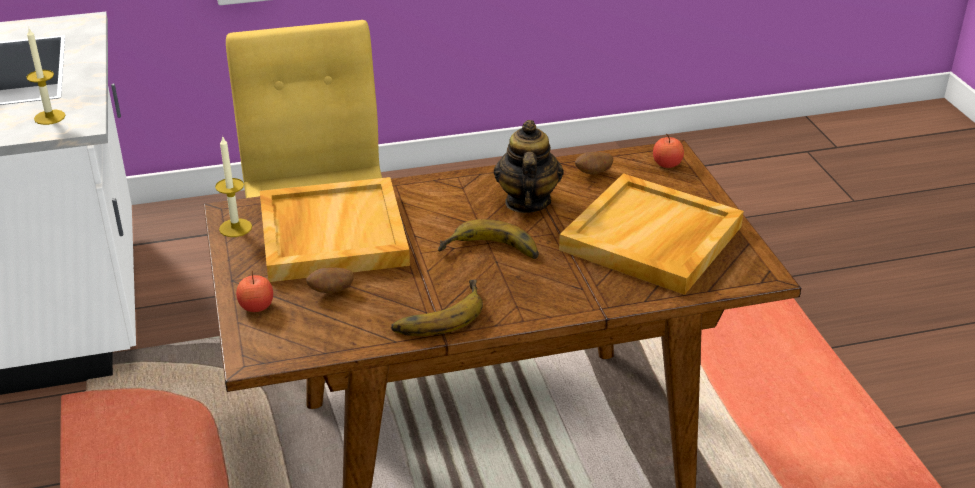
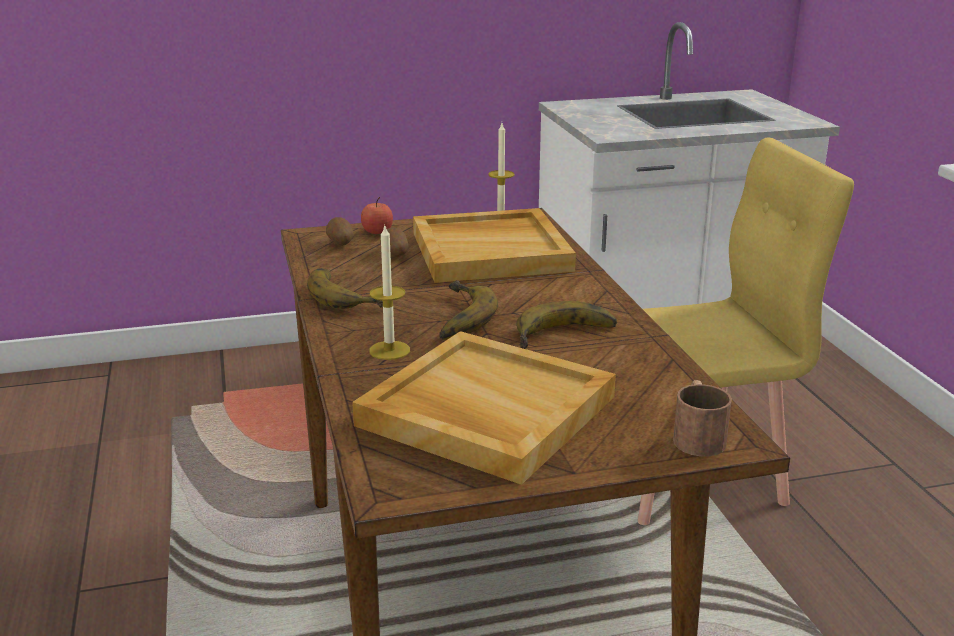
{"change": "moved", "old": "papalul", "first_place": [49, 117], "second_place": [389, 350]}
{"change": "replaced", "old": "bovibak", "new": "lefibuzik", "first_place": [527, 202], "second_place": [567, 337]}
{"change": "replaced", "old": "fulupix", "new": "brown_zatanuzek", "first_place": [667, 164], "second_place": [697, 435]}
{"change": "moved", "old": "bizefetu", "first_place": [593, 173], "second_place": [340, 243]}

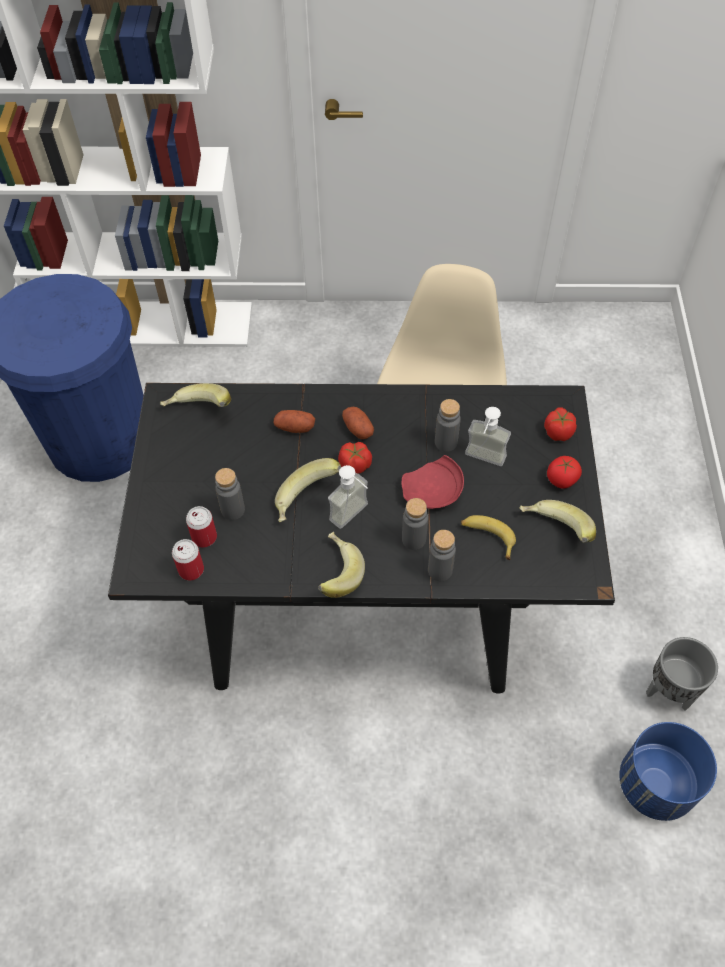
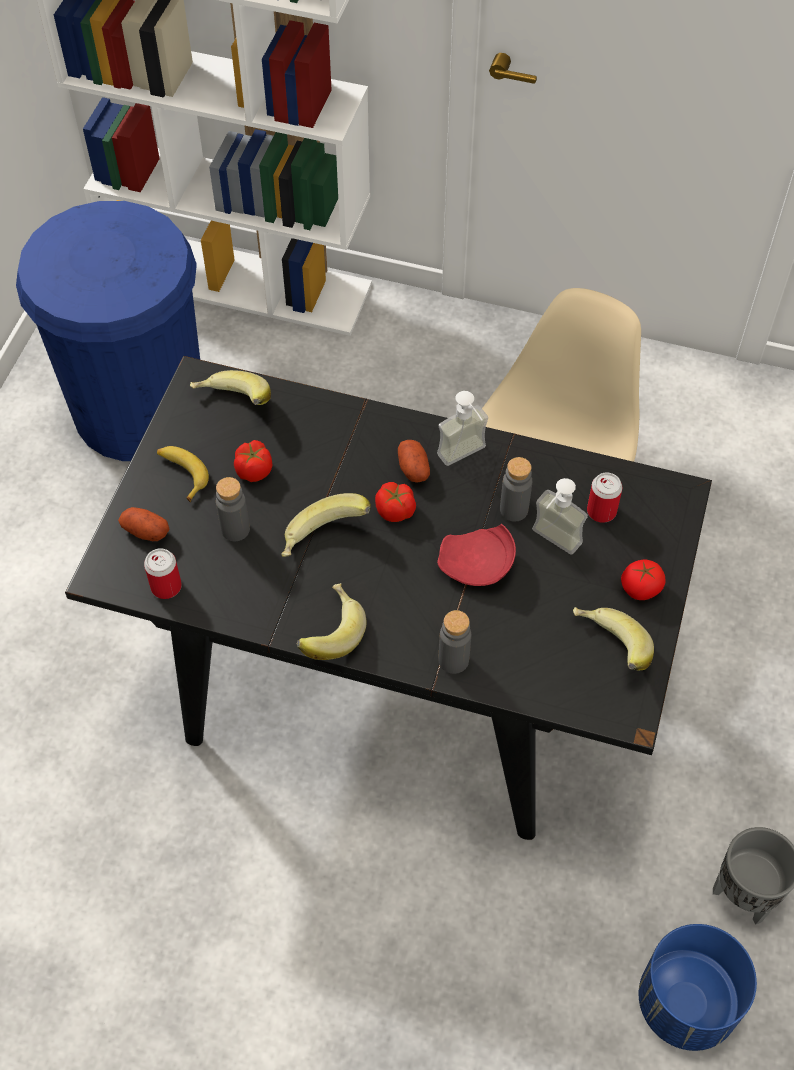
{"change": "moved", "old": "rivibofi", "first_place": [558, 432], "second_place": [254, 470]}
{"change": "moved", "old": "bizefetu", "first_place": [294, 427], "second_place": [145, 531]}
{"change": "moved", "old": "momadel", "first_place": [355, 517], "second_place": [467, 458]}
{"change": "removed", "old": "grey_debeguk", "first_place": [413, 539]}
{"change": "moved", "old": "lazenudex", "first_place": [204, 537], "second_place": [601, 511]}
{"change": "moved", "old": "lefibuzik", "first_place": [487, 537], "second_place": [182, 474]}

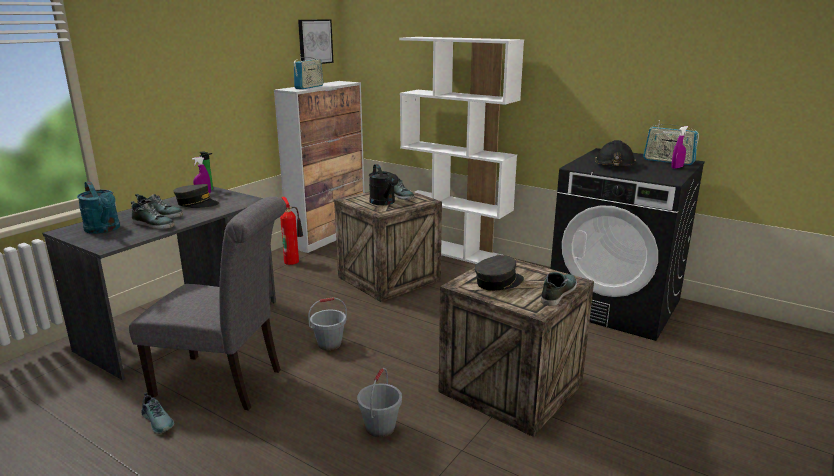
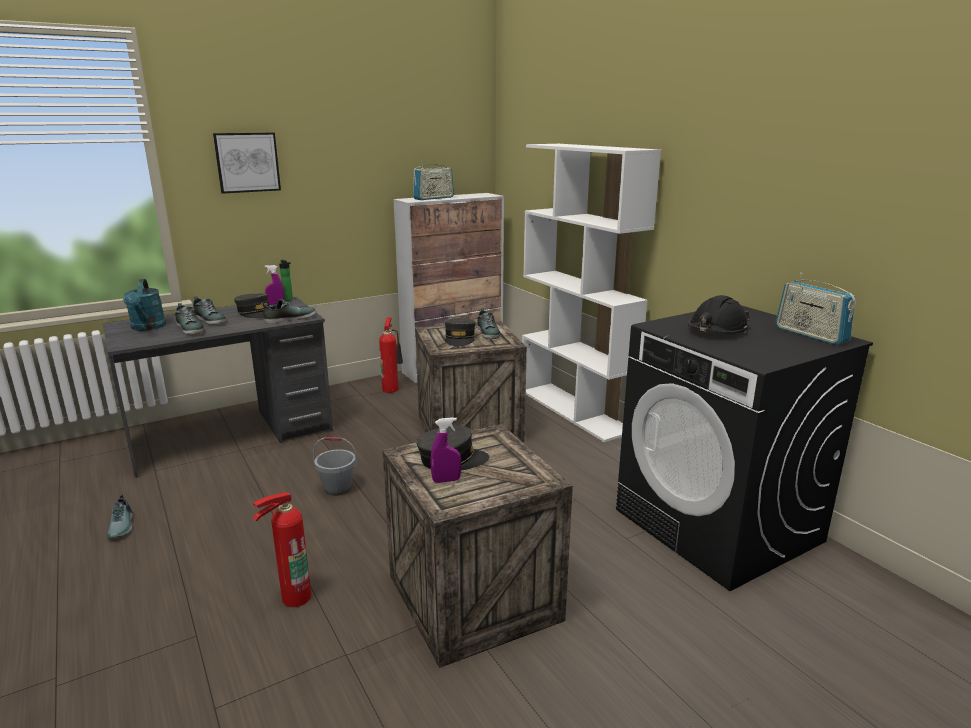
{"change": "moved", "old": "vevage", "first_place": [315, 42], "second_place": [247, 162]}
{"change": "moved", "old": "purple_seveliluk", "first_place": [677, 167], "second_place": [446, 480]}
{"change": "replaced", "old": "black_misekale", "new": "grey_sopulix", "first_place": [384, 203], "second_place": [460, 339]}
{"change": "removed", "old": "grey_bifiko", "first_place": [225, 383]}
{"change": "moved", "old": "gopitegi", "first_place": [557, 293], "second_place": [290, 318]}
{"change": "replaced", "old": "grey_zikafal", "new": "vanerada", "first_place": [380, 427], "second_place": [293, 597]}

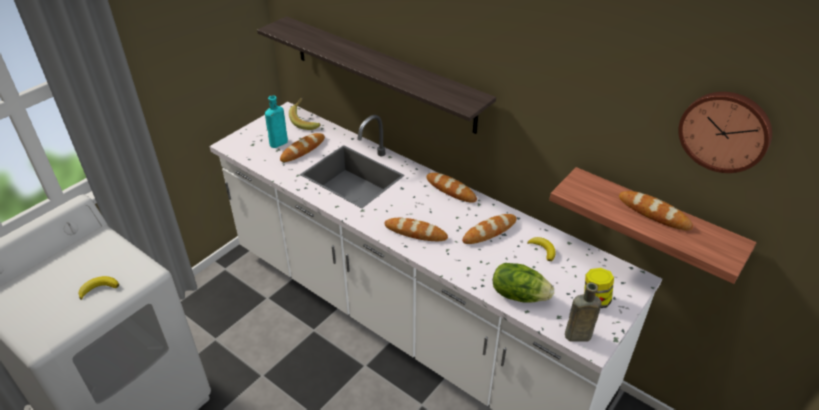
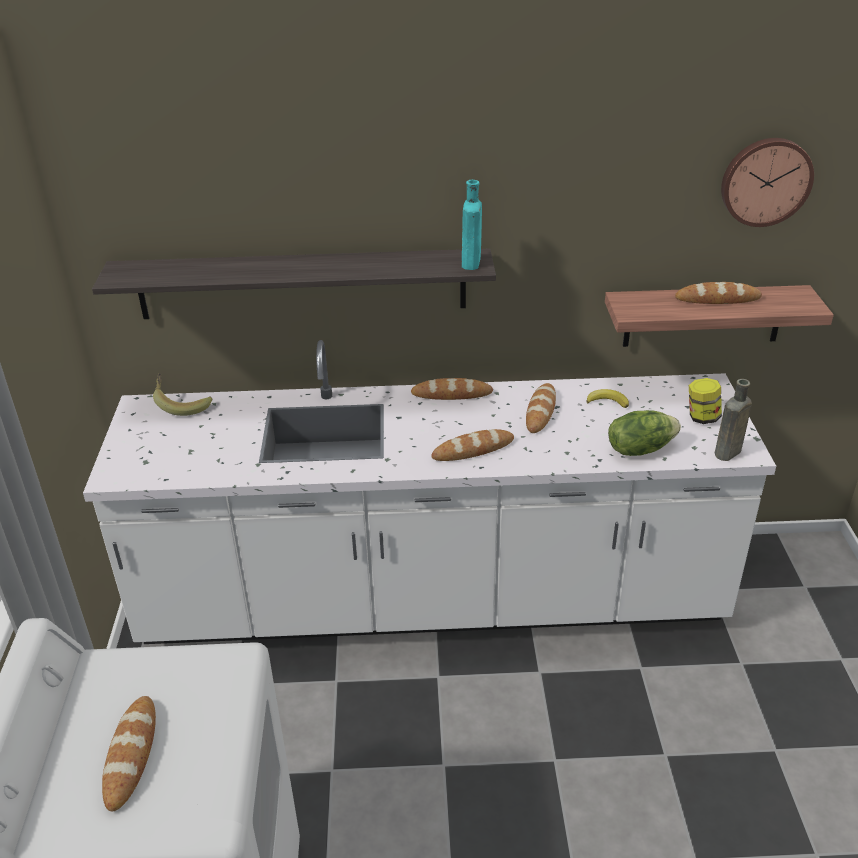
{"change": "moved", "old": "turquoise_debeguk", "first_place": [277, 143], "second_place": [471, 264]}
{"change": "moved", "old": "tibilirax", "first_place": [303, 150], "second_place": [131, 754]}
{"change": "removed", "old": "lefibuzik", "first_place": [99, 288]}

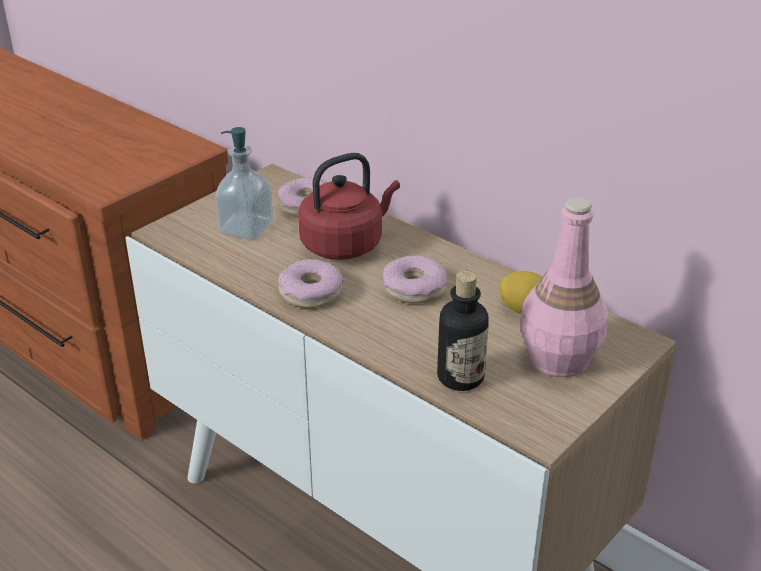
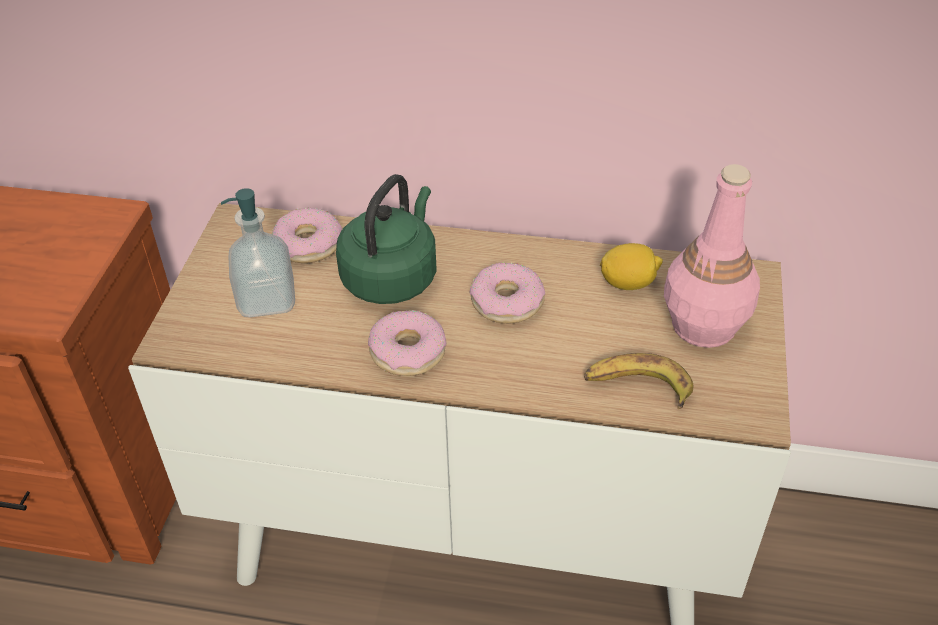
{"change": "recoloured", "old": "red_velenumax", "new": "green_velenumax", "first_place": [345, 244], "second_place": [392, 277]}
{"change": "replaced", "old": "debeguk", "new": "lefibuzik", "first_place": [460, 377], "second_place": [637, 387]}

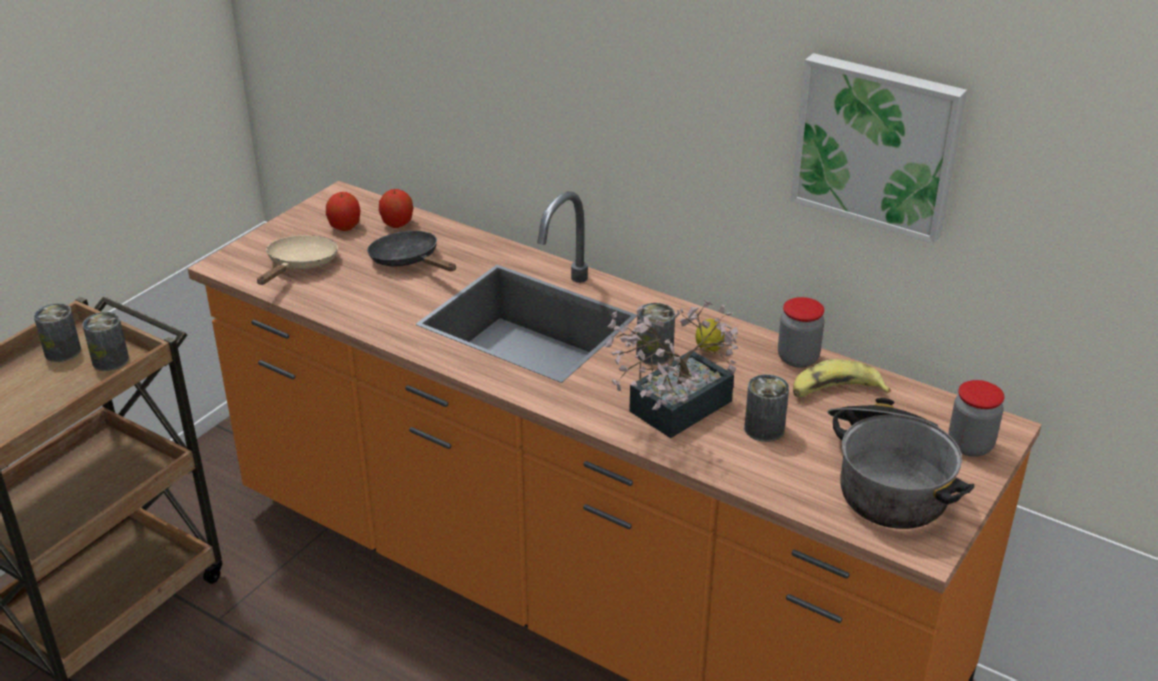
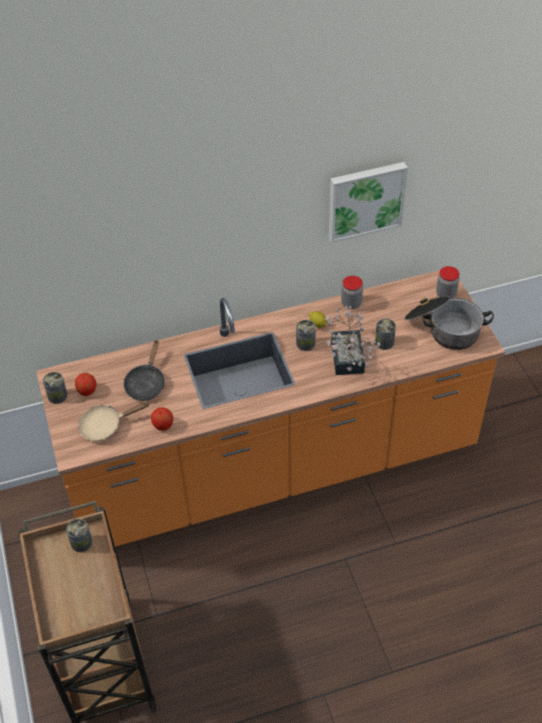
{"change": "moved", "old": "fulupix", "first_place": [397, 224], "second_place": [163, 425]}
{"change": "turned", "old": "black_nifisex", "first_place": [409, 261], "second_place": [146, 383], "degrees": -75}
{"change": "turned", "old": "beige_nifisex", "first_place": [300, 265], "second_place": [105, 426], "degrees": -75}
{"change": "moved", "old": "lazenudex", "first_place": [62, 351], "second_place": [57, 396]}
{"change": "removed", "old": "lefibuzik", "first_place": [835, 391]}

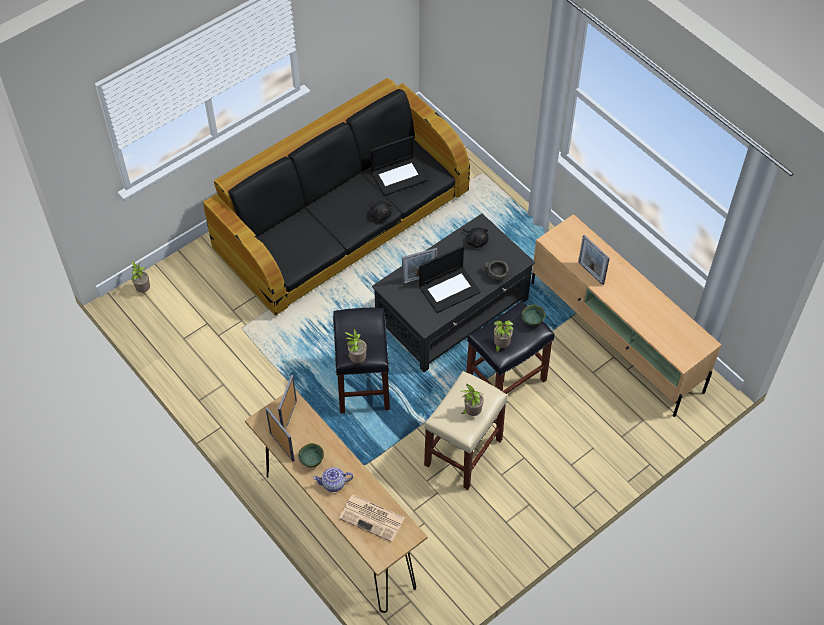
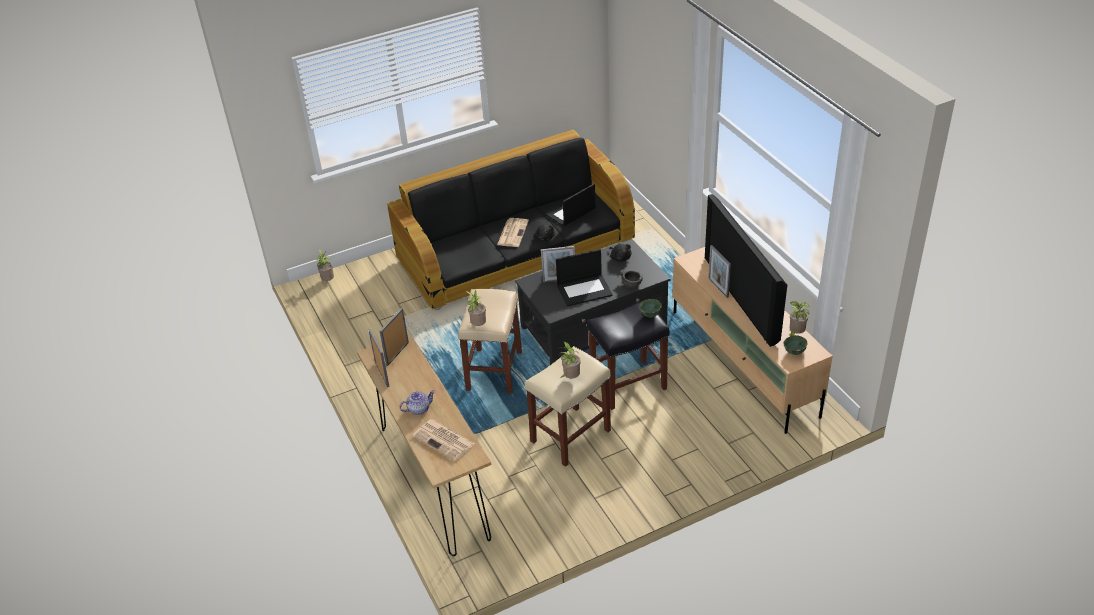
{"change": "turned", "old": "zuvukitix", "first_place": [399, 176], "second_place": [570, 212], "degrees": 150}
{"change": "recoloured", "old": "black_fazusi", "new": "beige_fazusi", "first_place": [363, 384], "second_place": [494, 372]}
{"change": "moved", "old": "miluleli", "first_place": [500, 345], "second_place": [795, 334]}
{"change": "moved", "old": "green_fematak", "first_place": [312, 461], "second_place": [794, 352]}
{"change": "turned", "old": "bovibak", "first_place": [334, 484], "second_place": [418, 409], "degrees": 150}
{"change": "added", "new": "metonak", "second_place": [744, 298]}
{"change": "added", "new": "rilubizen", "second_place": [512, 232]}

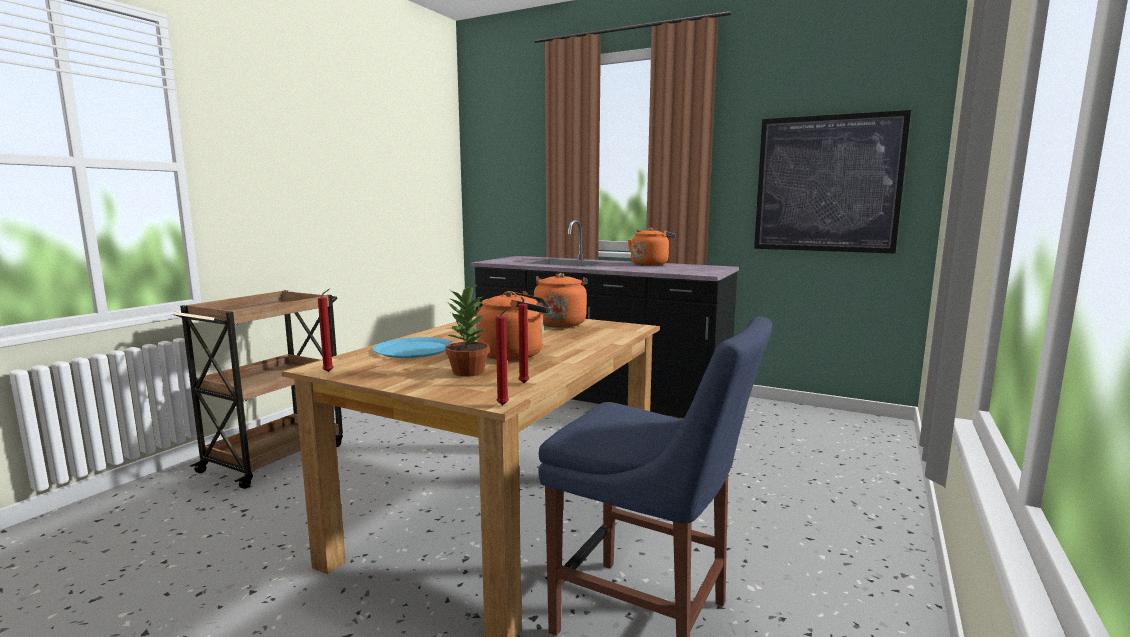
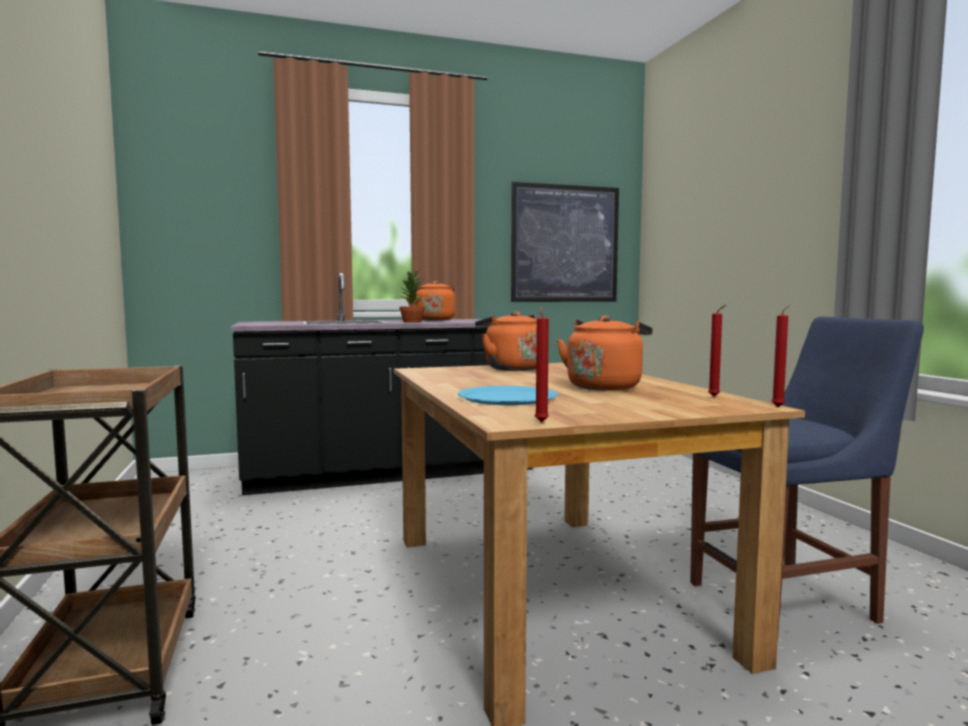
{"change": "moved", "old": "miluleli", "first_place": [467, 372], "second_place": [412, 322]}

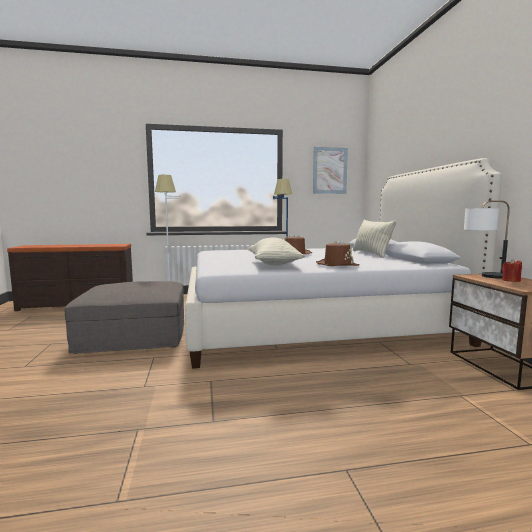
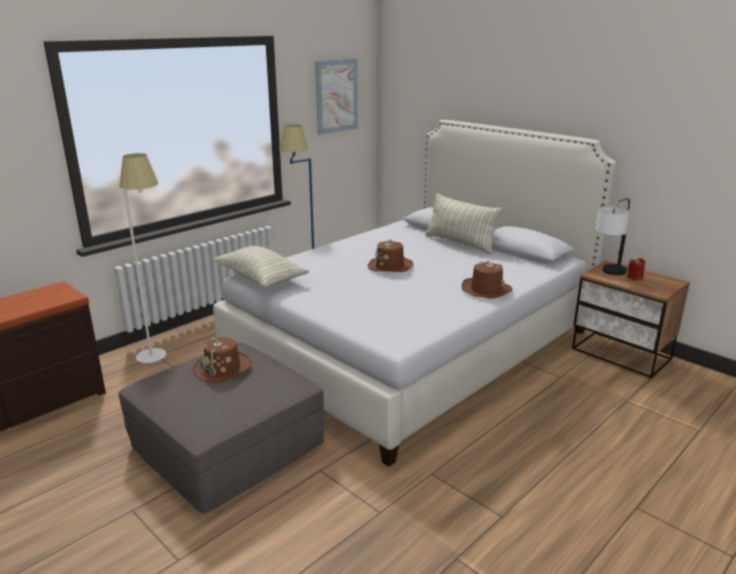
{"change": "moved", "old": "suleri", "first_place": [273, 264], "second_place": [260, 279]}
{"change": "added", "new": "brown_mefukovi", "second_place": [223, 369]}

